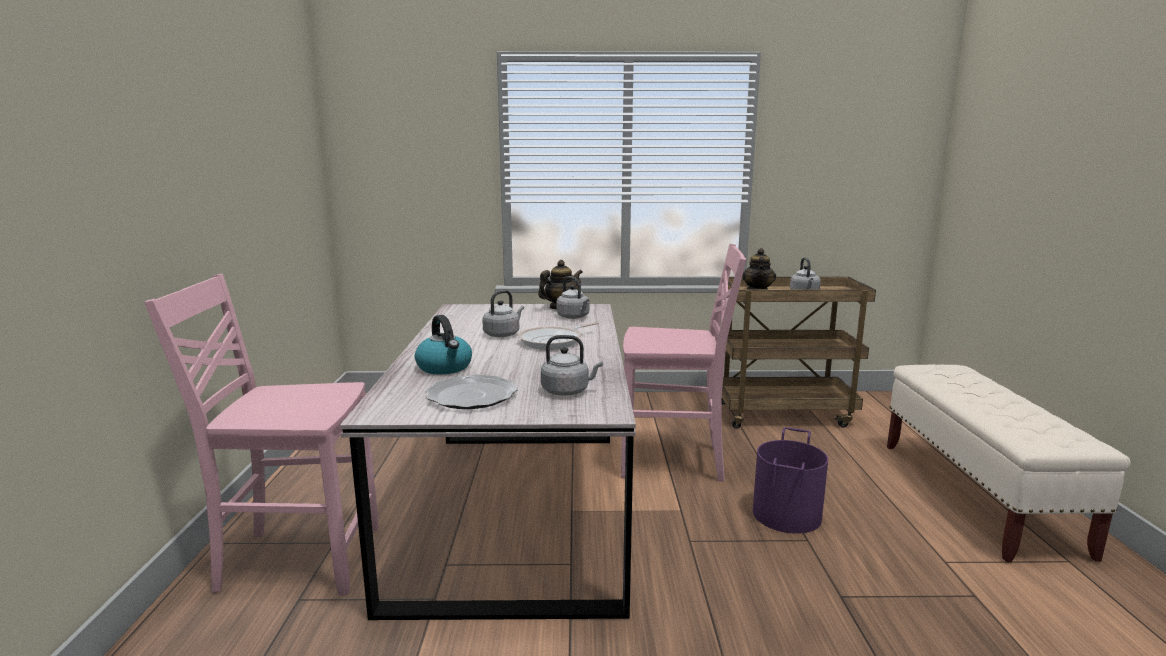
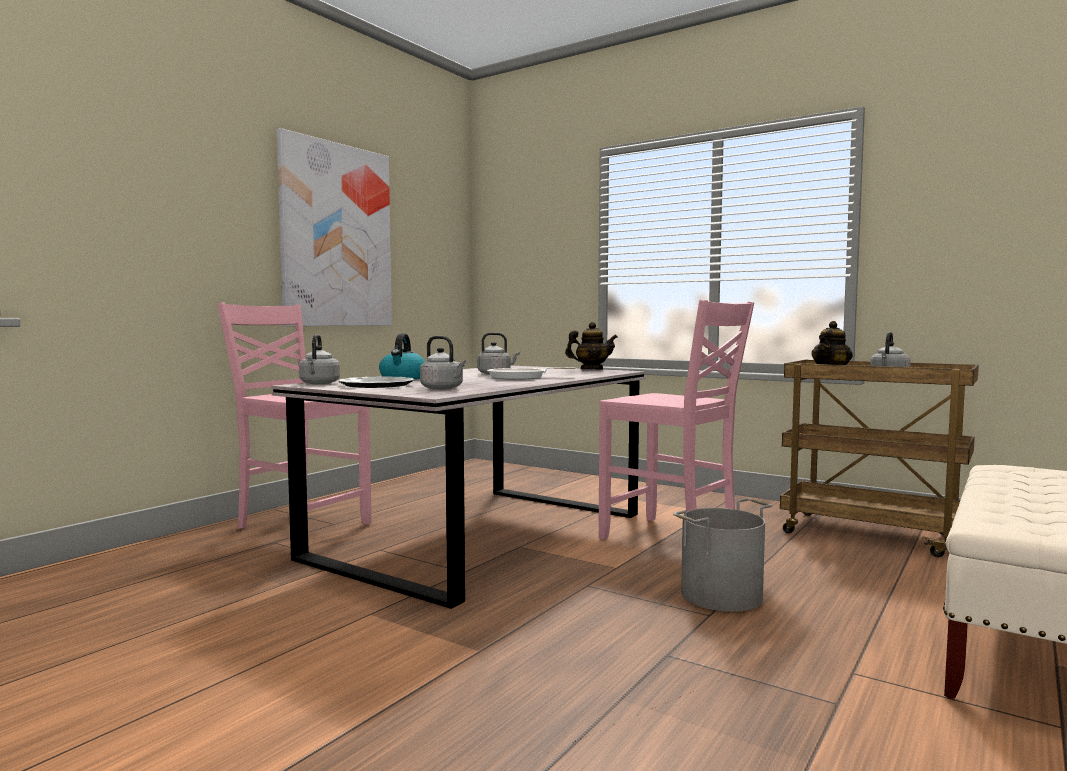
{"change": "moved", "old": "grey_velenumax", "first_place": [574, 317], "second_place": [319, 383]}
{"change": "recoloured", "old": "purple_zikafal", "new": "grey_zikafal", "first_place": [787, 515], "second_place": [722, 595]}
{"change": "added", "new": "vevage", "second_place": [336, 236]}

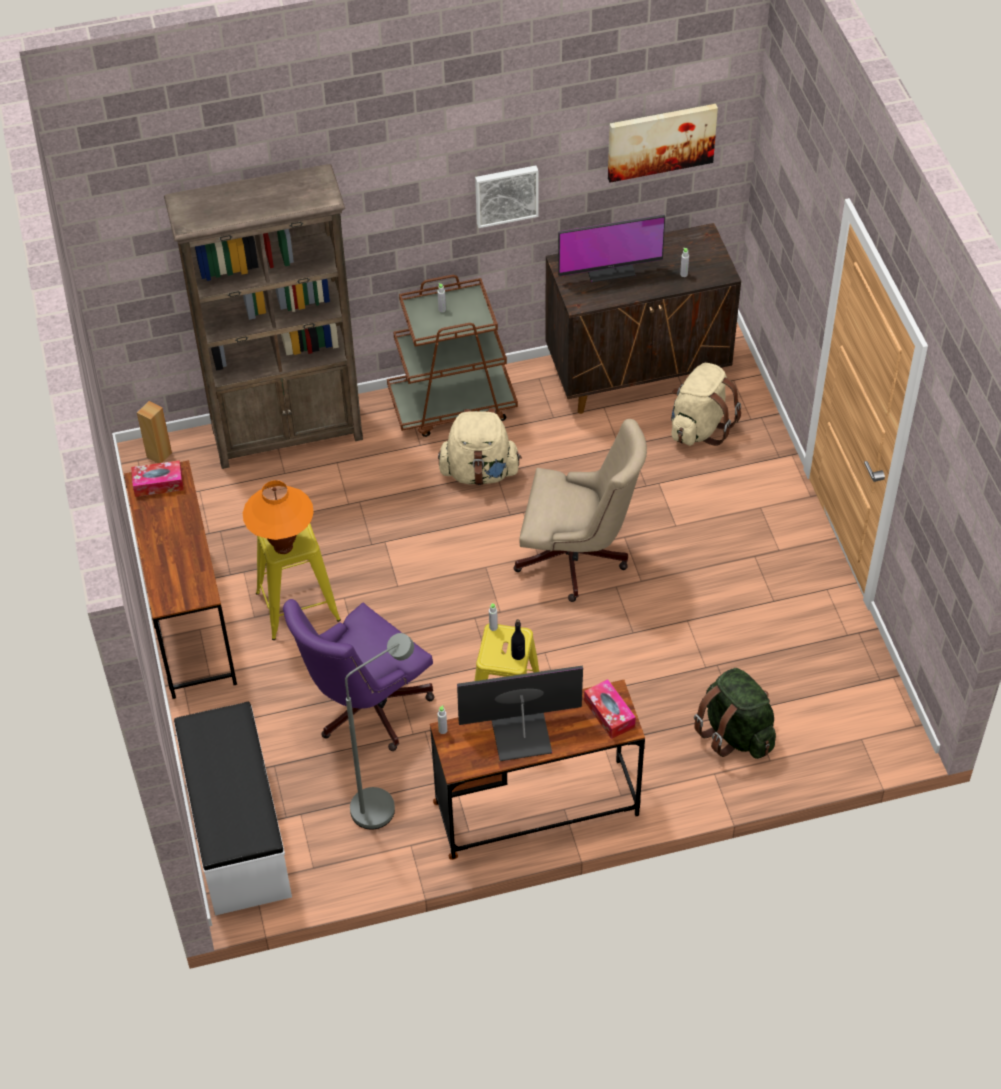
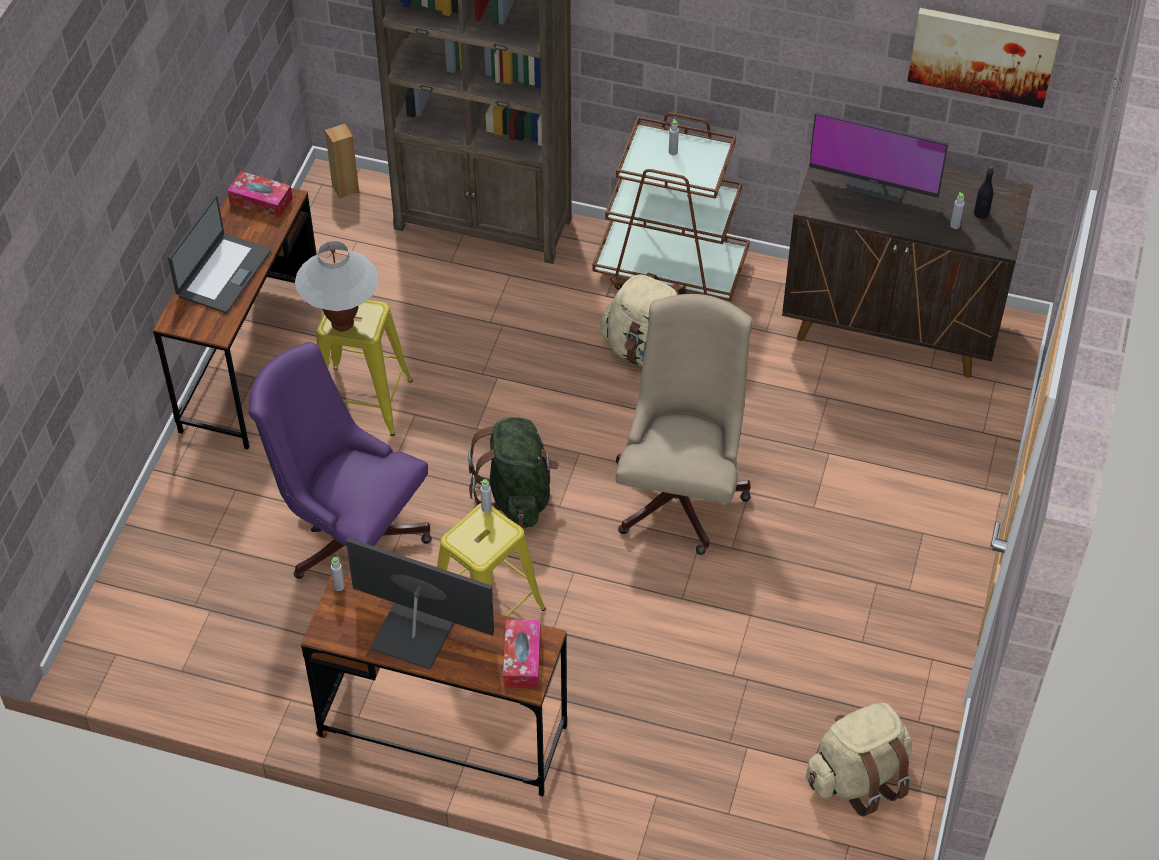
{"change": "removed", "old": "vevage", "first_place": [506, 194]}
{"change": "moved", "old": "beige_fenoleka", "first_place": [699, 427], "second_place": [857, 777]}
{"change": "turned", "old": "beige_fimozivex", "first_place": [578, 559], "second_place": [682, 491], "degrees": -120}
{"change": "recoloured", "old": "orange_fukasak", "new": "white_fukasak", "first_place": [283, 547], "second_place": [342, 324]}
{"change": "turned", "old": "purple_fimozivex", "first_place": [364, 708], "second_place": [350, 536], "degrees": 45}
{"change": "moved", "old": "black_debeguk", "first_place": [518, 655], "second_place": [981, 213]}
{"change": "removed", "old": "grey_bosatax", "first_place": [383, 803]}
{"change": "moved", "old": "green_fenoleka", "first_place": [735, 732], "second_place": [517, 495]}
{"change": "removed", "old": "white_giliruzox", "first_place": [236, 832]}
{"change": "added", "new": "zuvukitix", "second_place": [222, 273]}

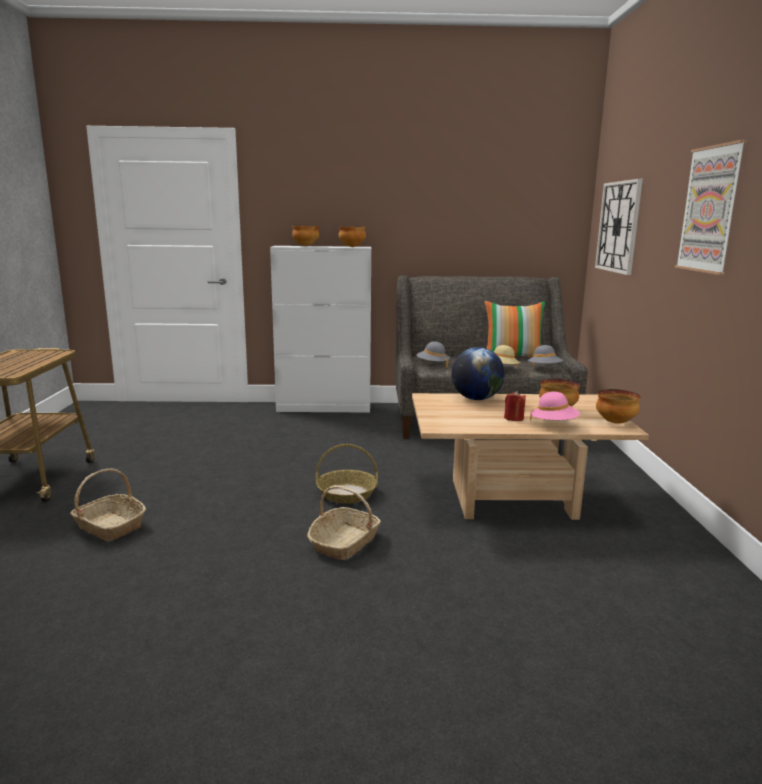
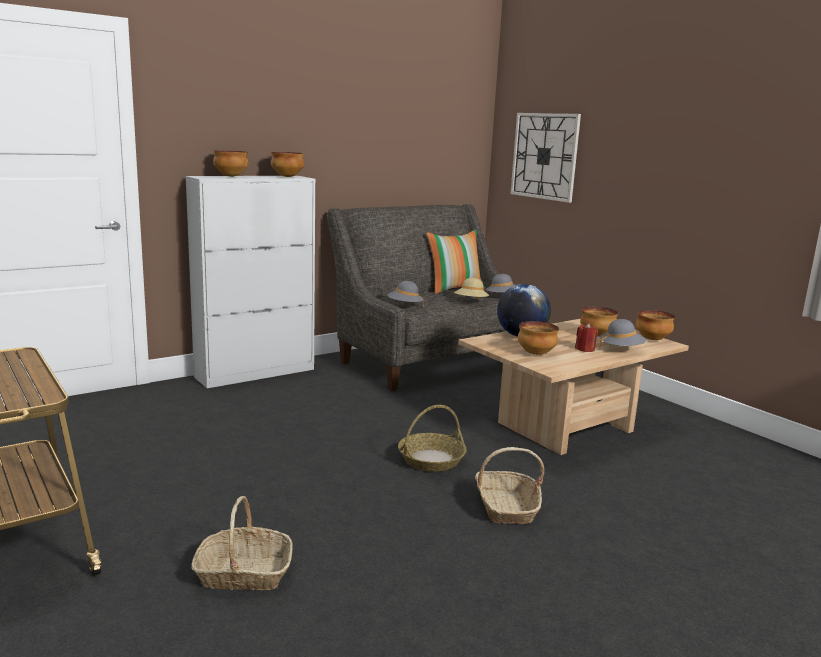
{"change": "removed", "old": "vevage", "first_place": [710, 209]}
{"change": "recoloured", "old": "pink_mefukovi", "new": "grey_mefukovi", "first_place": [554, 424], "second_place": [621, 349]}
{"change": "added", "new": "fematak", "second_place": [535, 354]}

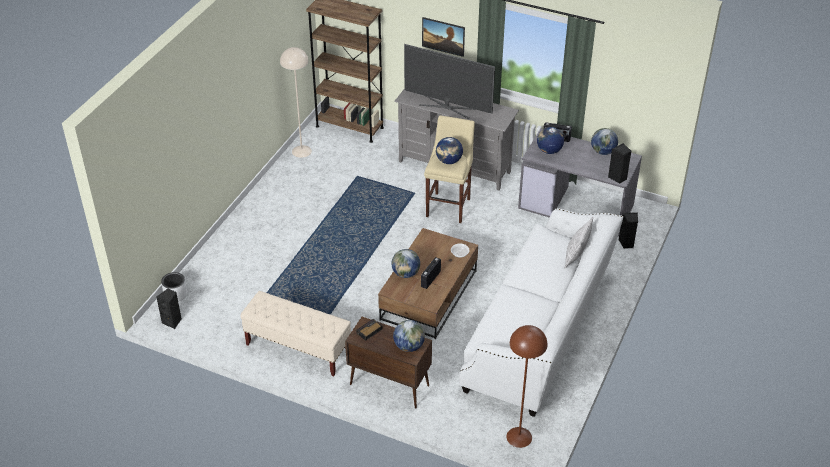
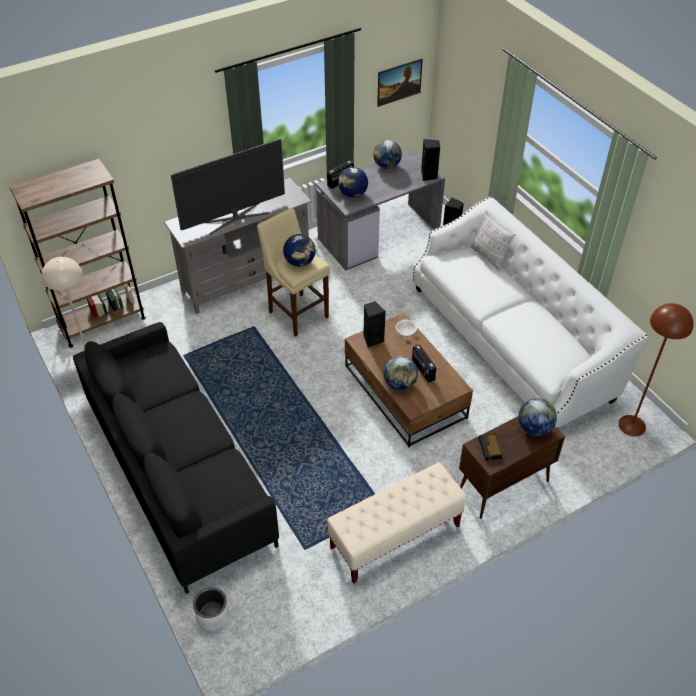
{"change": "moved", "old": "vevage", "first_place": [443, 43], "second_place": [399, 90]}
{"change": "moved", "old": "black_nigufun", "first_place": [172, 321], "second_place": [372, 339]}
{"change": "added", "new": "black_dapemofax", "second_place": [179, 470]}

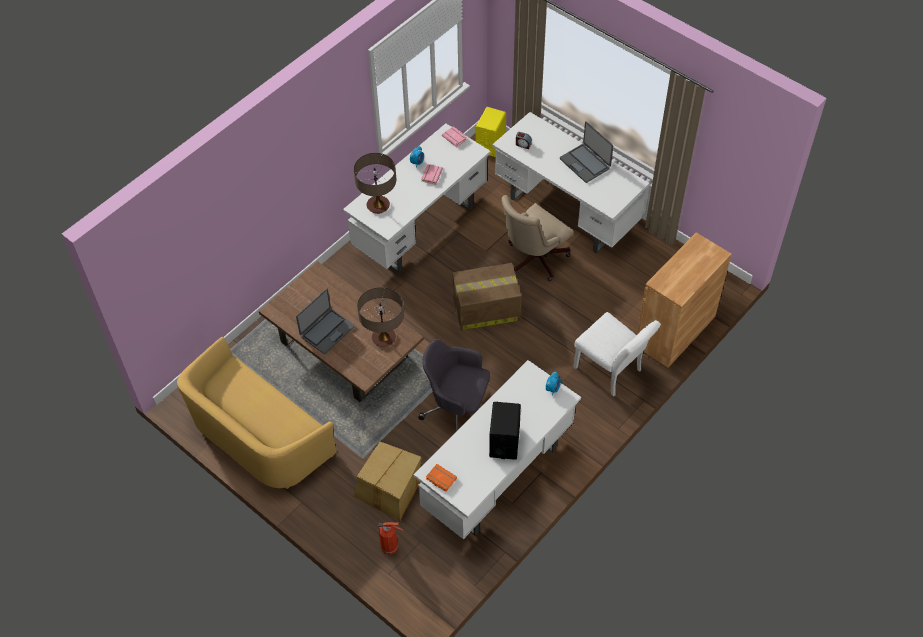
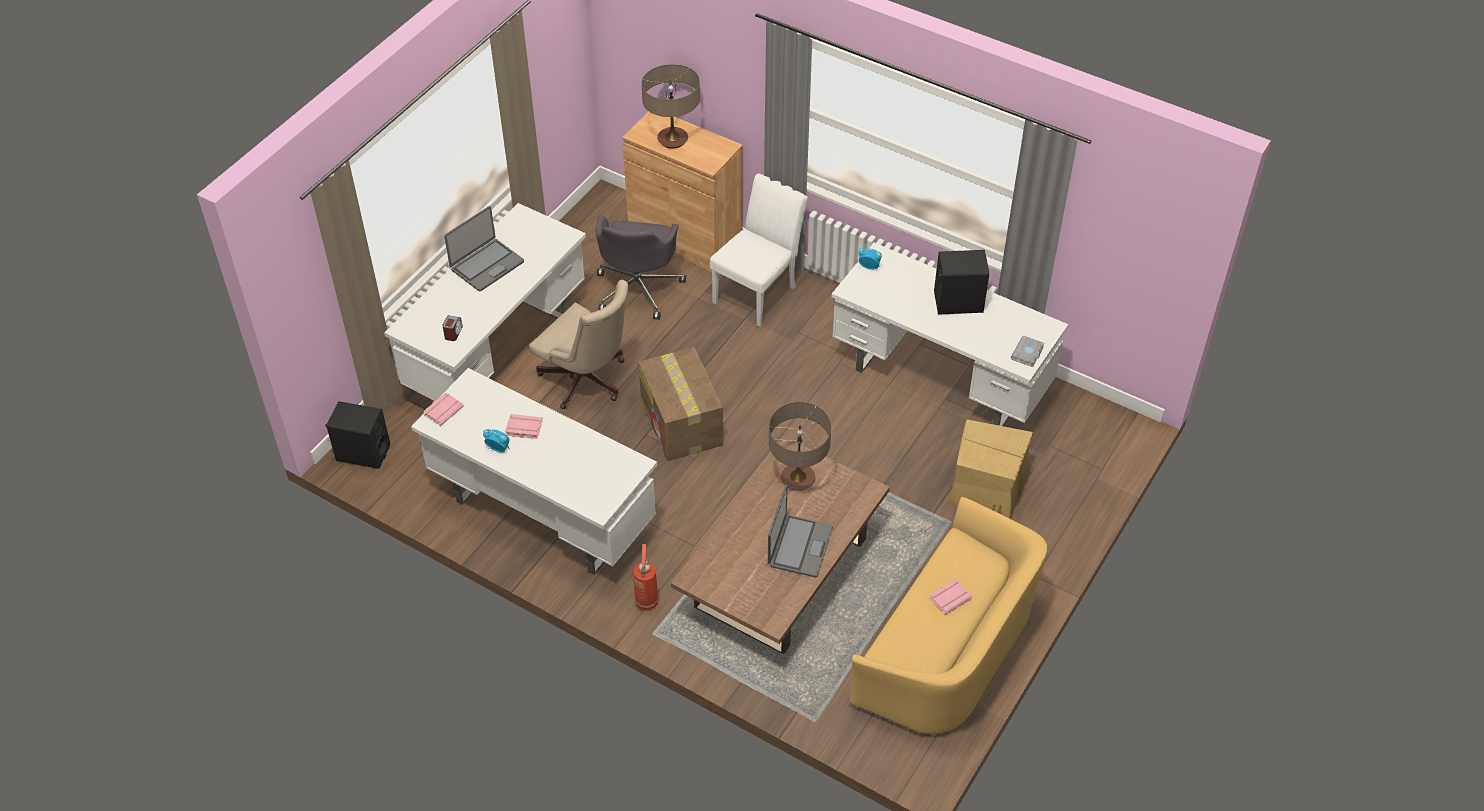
{"change": "recoloured", "old": "yellow_nigufun", "new": "black_nigufun", "first_place": [490, 144], "second_place": [363, 453]}
{"change": "moved", "old": "fukasak", "first_place": [378, 206], "second_place": [672, 139]}
{"change": "turned", "old": "zuvukitix", "first_place": [327, 331], "second_place": [799, 546], "degrees": 75}
{"change": "moved", "old": "grey_fimozivex", "first_place": [457, 409], "second_place": [638, 288]}
{"change": "recoloured", "old": "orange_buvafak", "new": "grey_buvafak", "first_place": [440, 479], "second_place": [1028, 354]}
{"change": "moved", "old": "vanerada", "first_place": [390, 547], "second_place": [646, 600]}
{"change": "added", "new": "pink_buvafak", "second_place": [949, 597]}

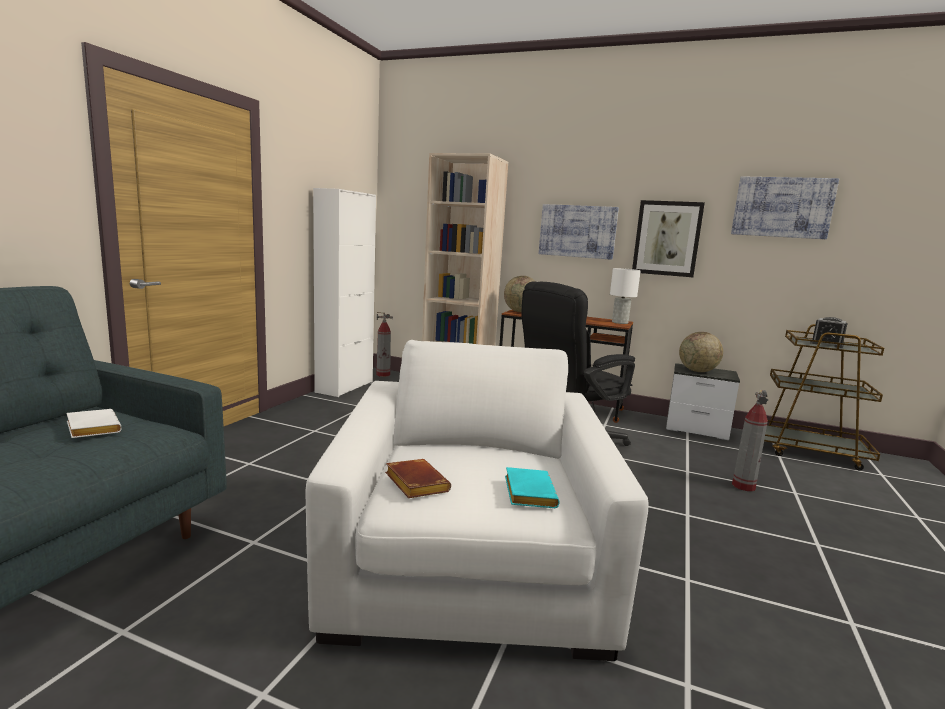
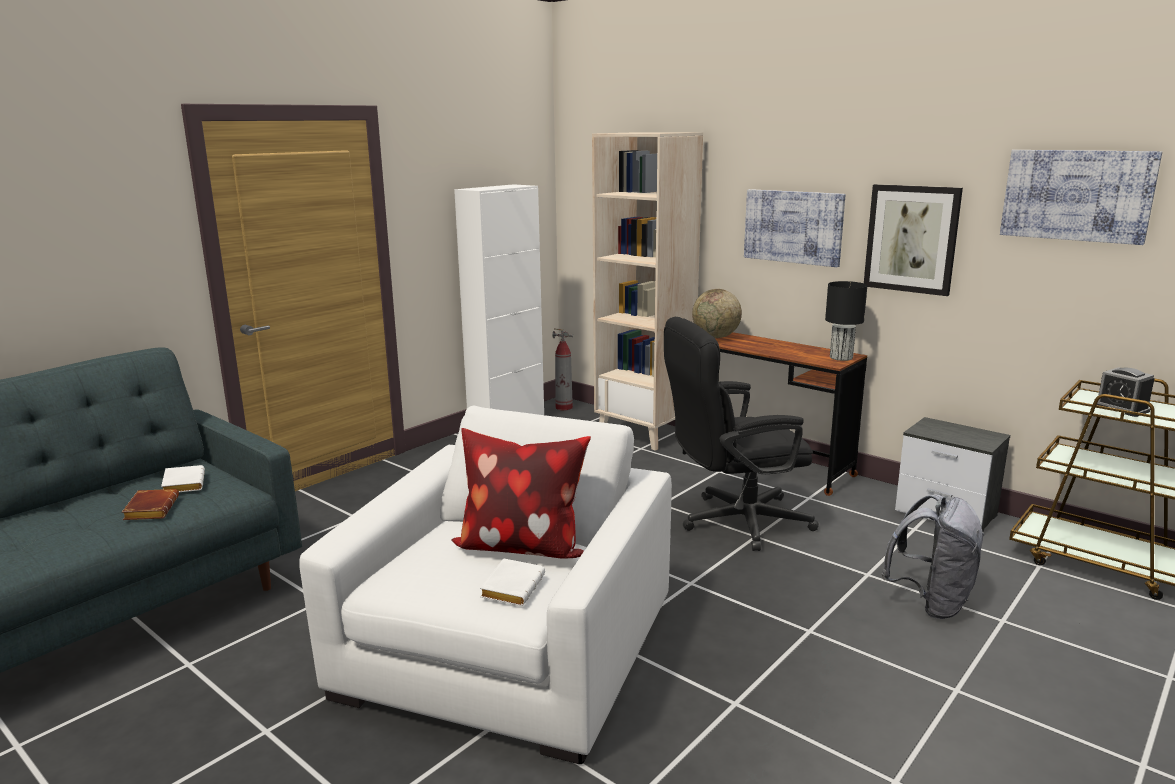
{"change": "recoloured", "old": "white_fukasak", "new": "black_fukasak", "first_place": [619, 322], "second_place": [840, 358]}
{"change": "removed", "old": "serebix", "first_place": [697, 371]}
{"change": "replaced", "old": "vanerada", "new": "grey_fenoleka", "first_place": [743, 486], "second_place": [931, 603]}
{"change": "moved", "old": "brown_buvafak", "first_place": [414, 483], "second_place": [150, 509]}
{"change": "recoloured", "old": "turquoise_buvafak", "new": "white_buvafak", "first_place": [527, 492], "second_place": [511, 587]}
{"change": "added", "new": "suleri", "second_place": [521, 547]}

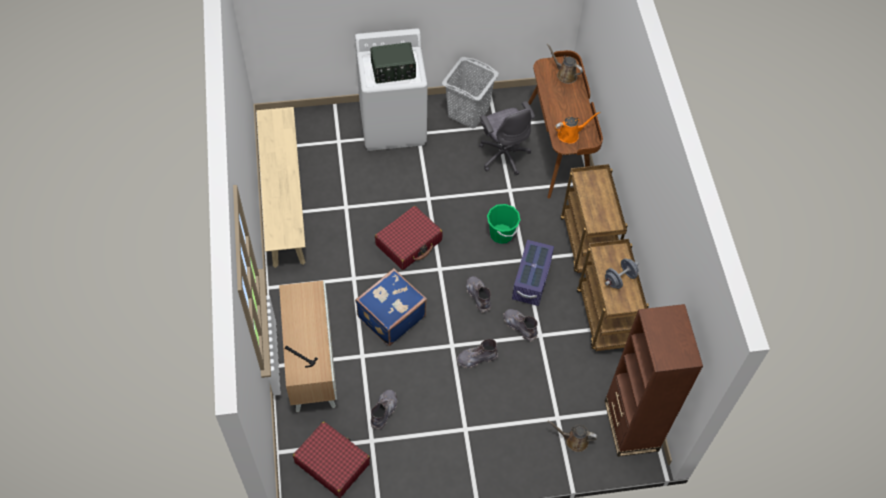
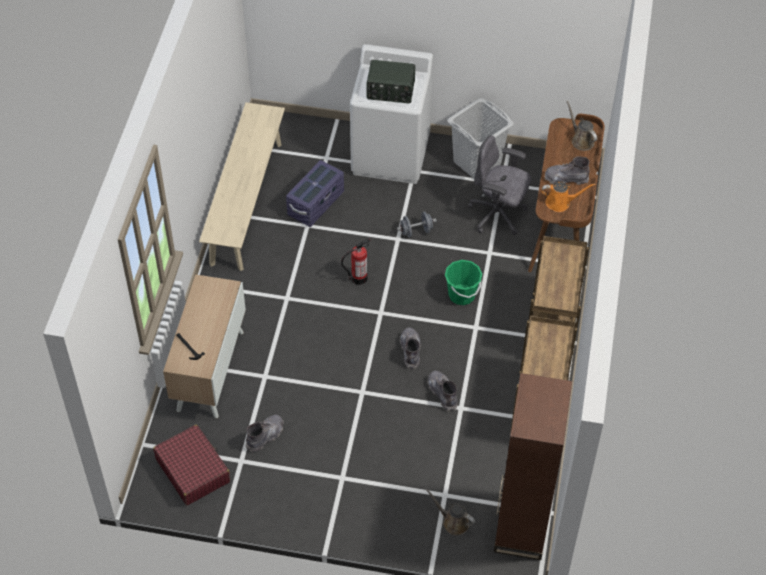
{"change": "turned", "old": "grey_fimozivex", "first_place": [504, 155], "second_place": [498, 215], "degrees": 120}
{"change": "replaced", "old": "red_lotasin", "new": "vanerada", "first_place": [409, 243], "second_place": [359, 278]}
{"change": "moved", "old": "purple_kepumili", "first_place": [531, 280], "second_place": [316, 203]}
{"change": "moved", "old": "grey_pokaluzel", "first_place": [620, 279], "second_place": [416, 231]}
{"change": "removed", "old": "blue_lotasin", "first_place": [390, 316]}
{"change": "moved", "old": "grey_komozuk", "first_place": [476, 358], "second_place": [566, 178]}

